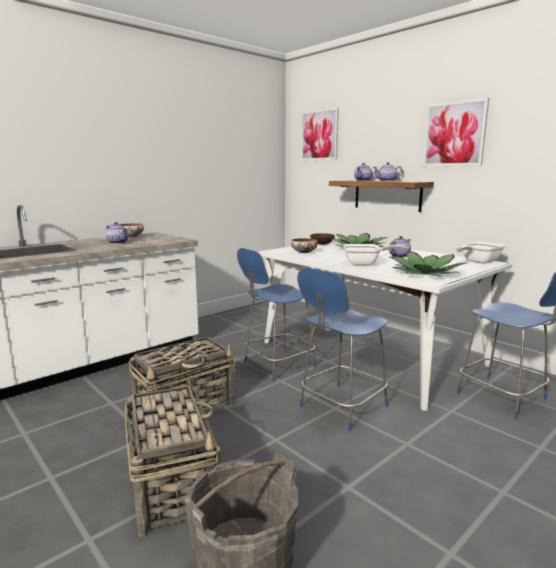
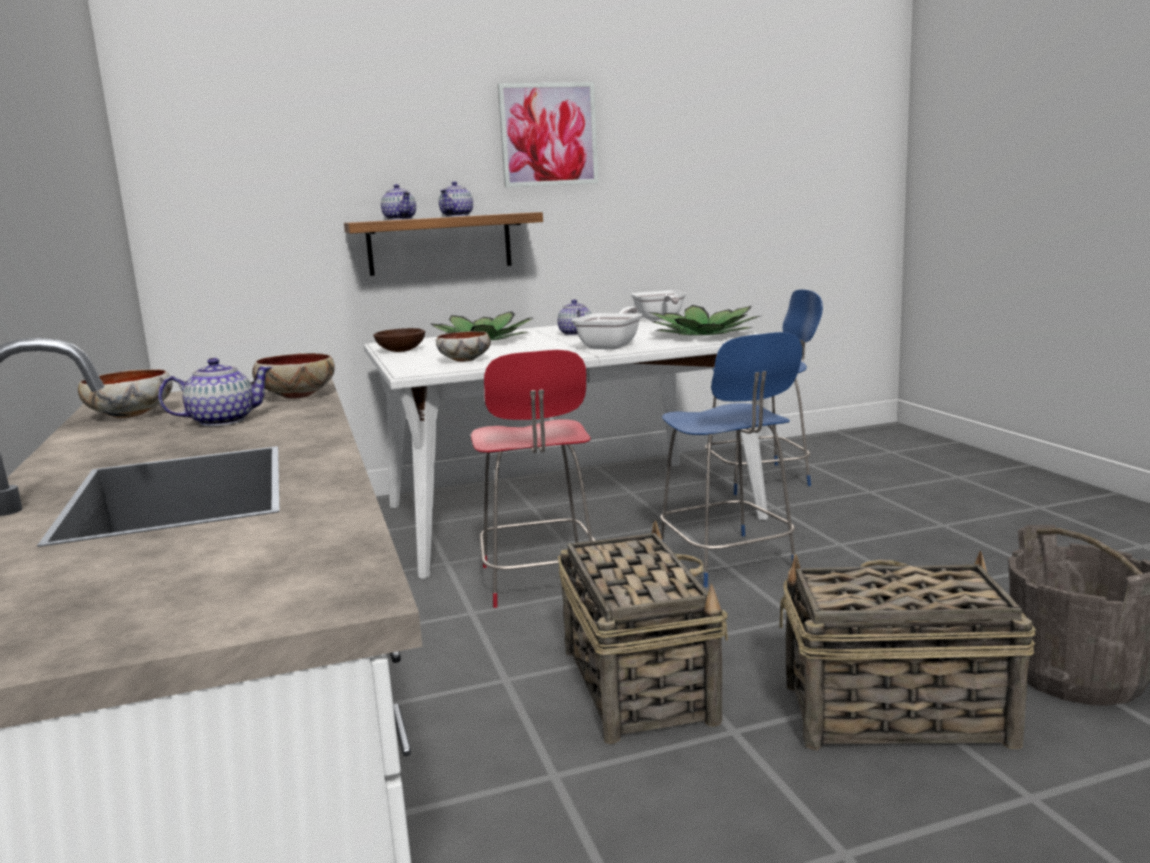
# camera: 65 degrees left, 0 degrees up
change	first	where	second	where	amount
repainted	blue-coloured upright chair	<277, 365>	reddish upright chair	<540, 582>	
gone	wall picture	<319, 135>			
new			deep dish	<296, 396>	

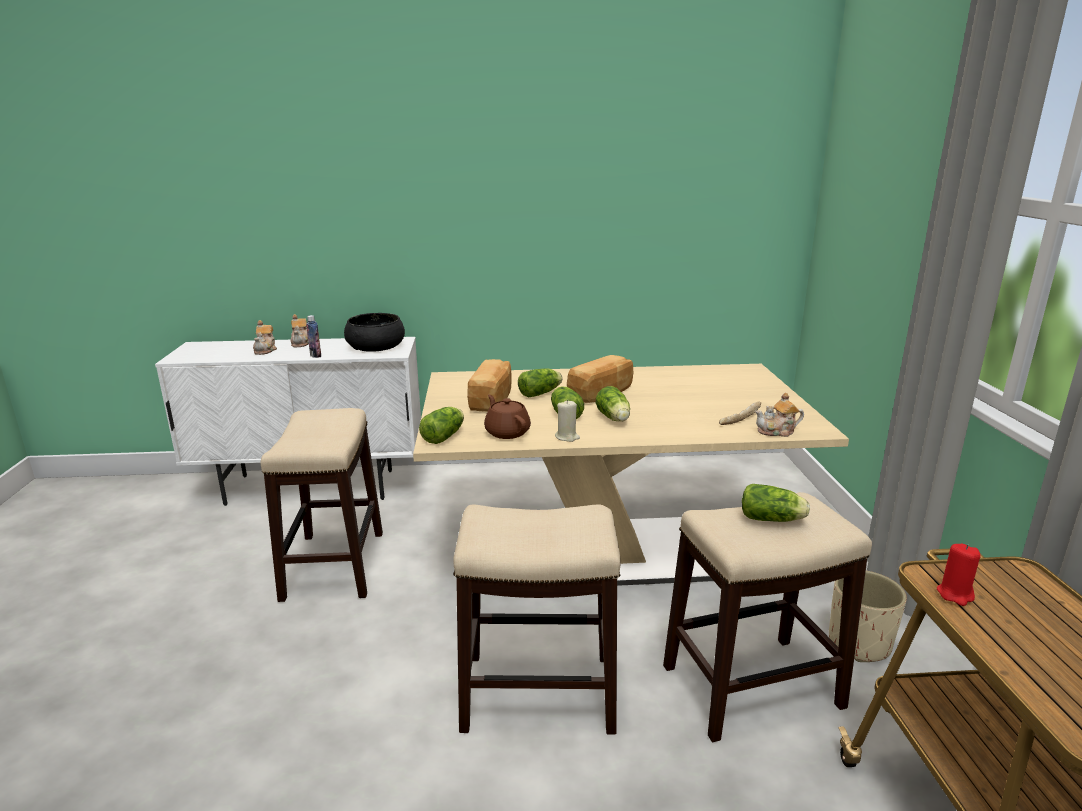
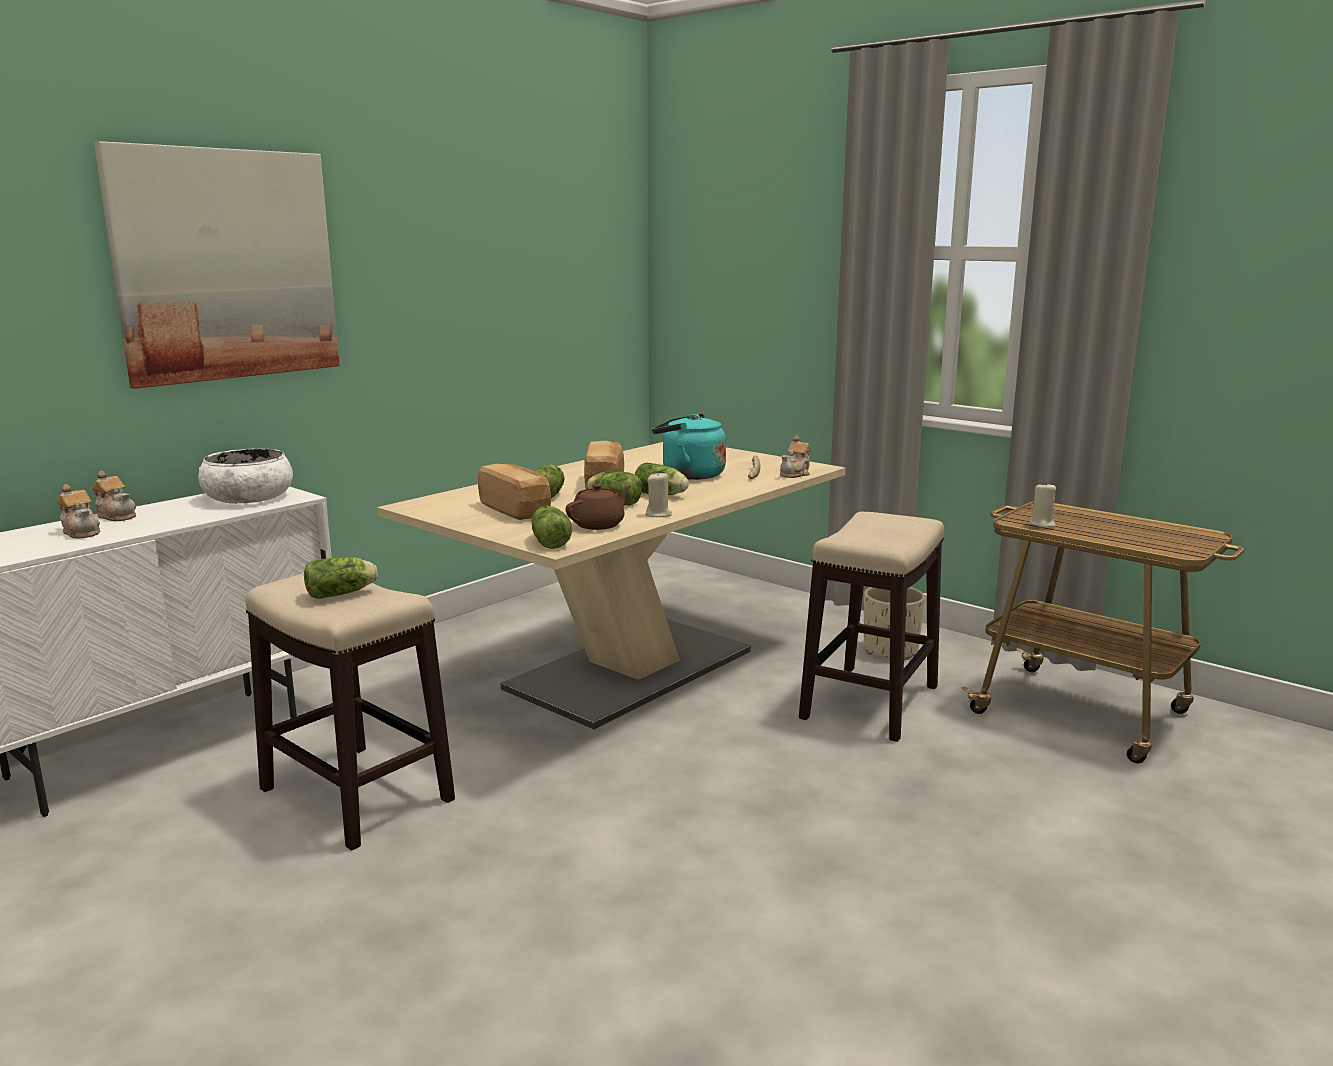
# camera: 45 degrees left, 5 degrees down
change	first	where	second	where	amount
gone	beverage bottle	<315, 355>			
repainted	black-coloured deep dish	<376, 346>	white-coloured deep dish	<248, 497>	
gone	stool seat	<536, 692>			
rotated	brown-coloured tea pot	<507, 432>		<599, 525>	120 degrees clockwise
shifted	lettuce	<773, 519>		<343, 593>	
repainted	reddish wax light	<955, 594>	beige-coloured wax light	<1042, 524>	
new			wall picture	<226, 265>	
new			turquoise kettle	<689, 475>	

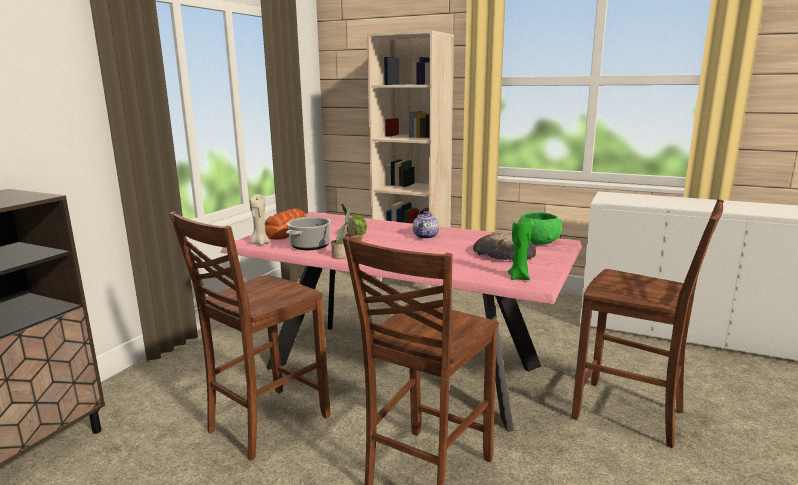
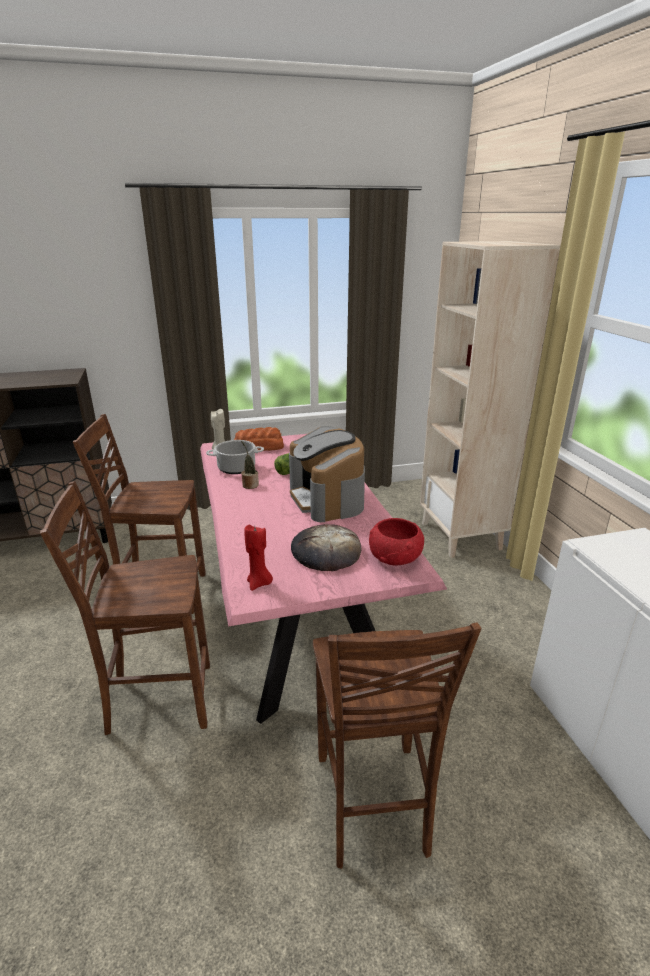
# camera: 50 degrees right, 10 degrees up
change	first	where	second	where	amount
gone	houseplant	<342, 256>			
swapped	tea pot	<426, 236>	coffee maker	<327, 499>	
repainted	green wax light	<519, 277>	reddish wax light	<259, 583>	
repainted	green deep dish	<538, 242>	reddish deep dish	<395, 557>	

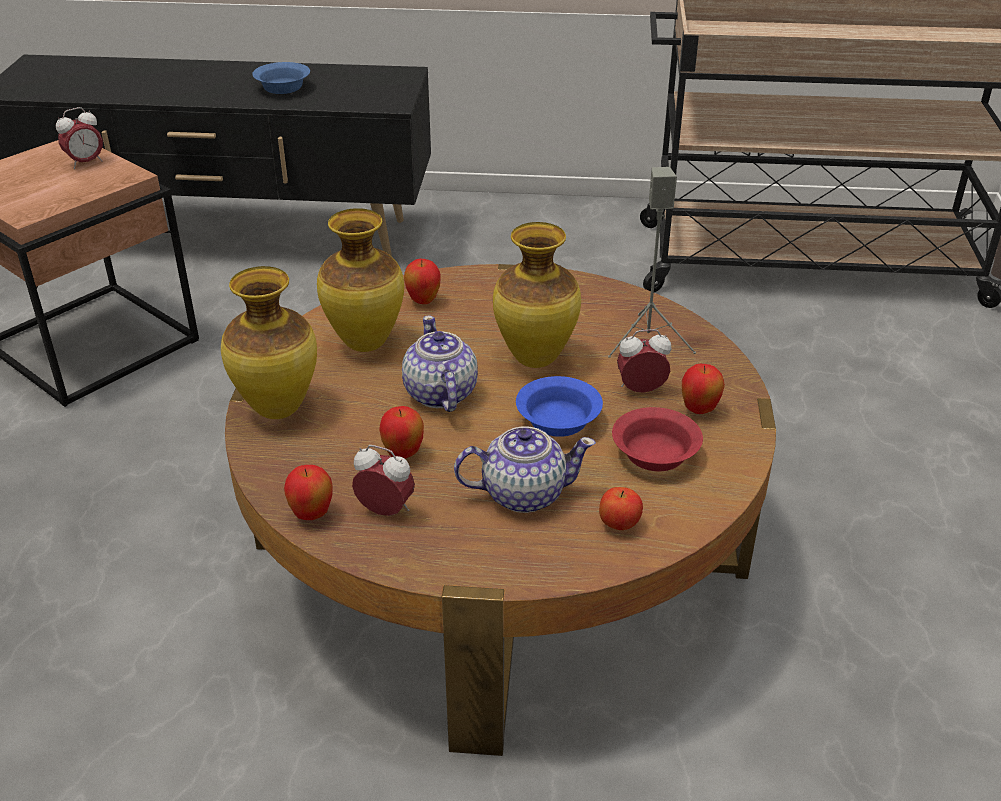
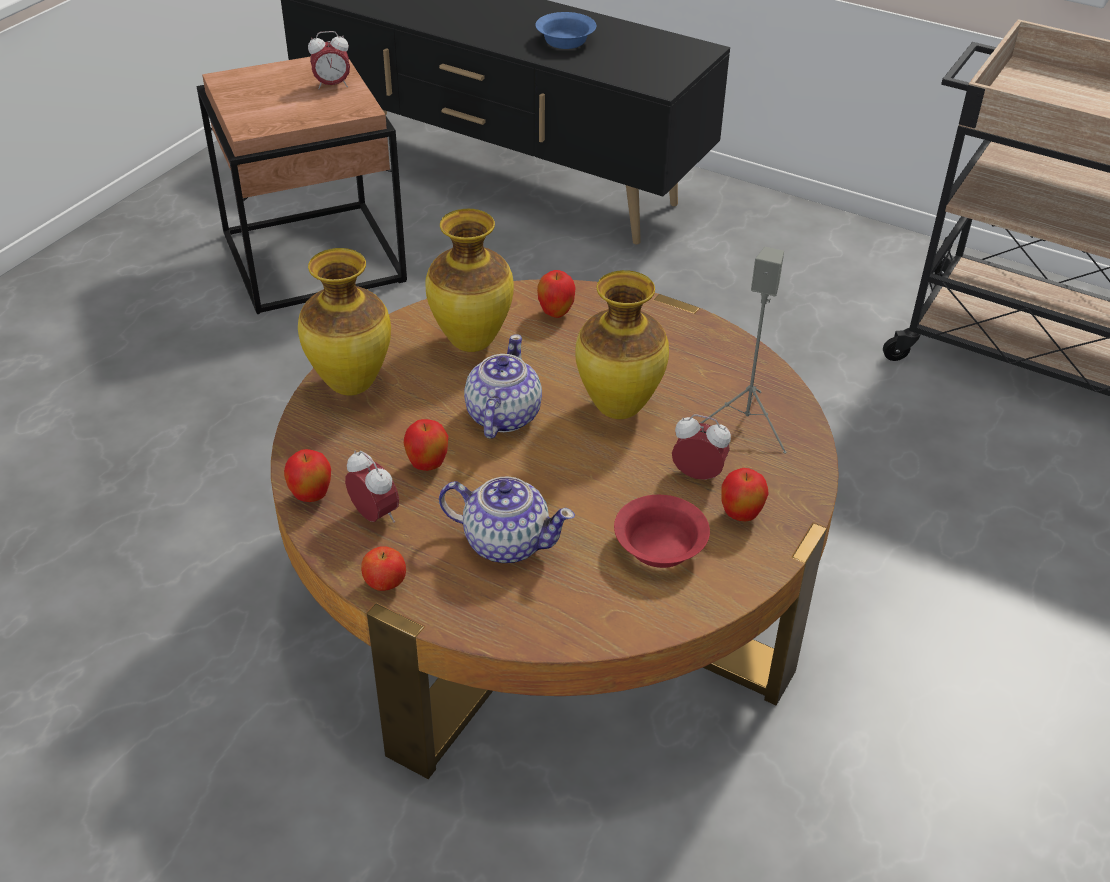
# camera: 25 degrees right, 5 degrees up
change	first	where	second	where	amount
gone	blue-coloured deep dish	<556, 421>			
shifted	apple	<619, 524>		<385, 583>	

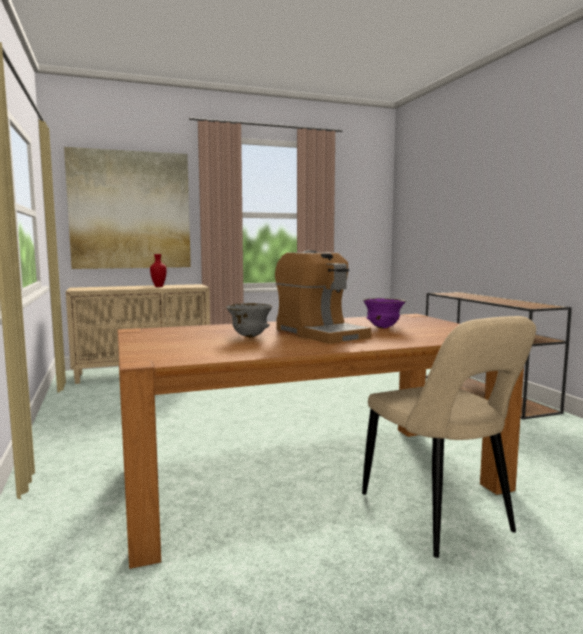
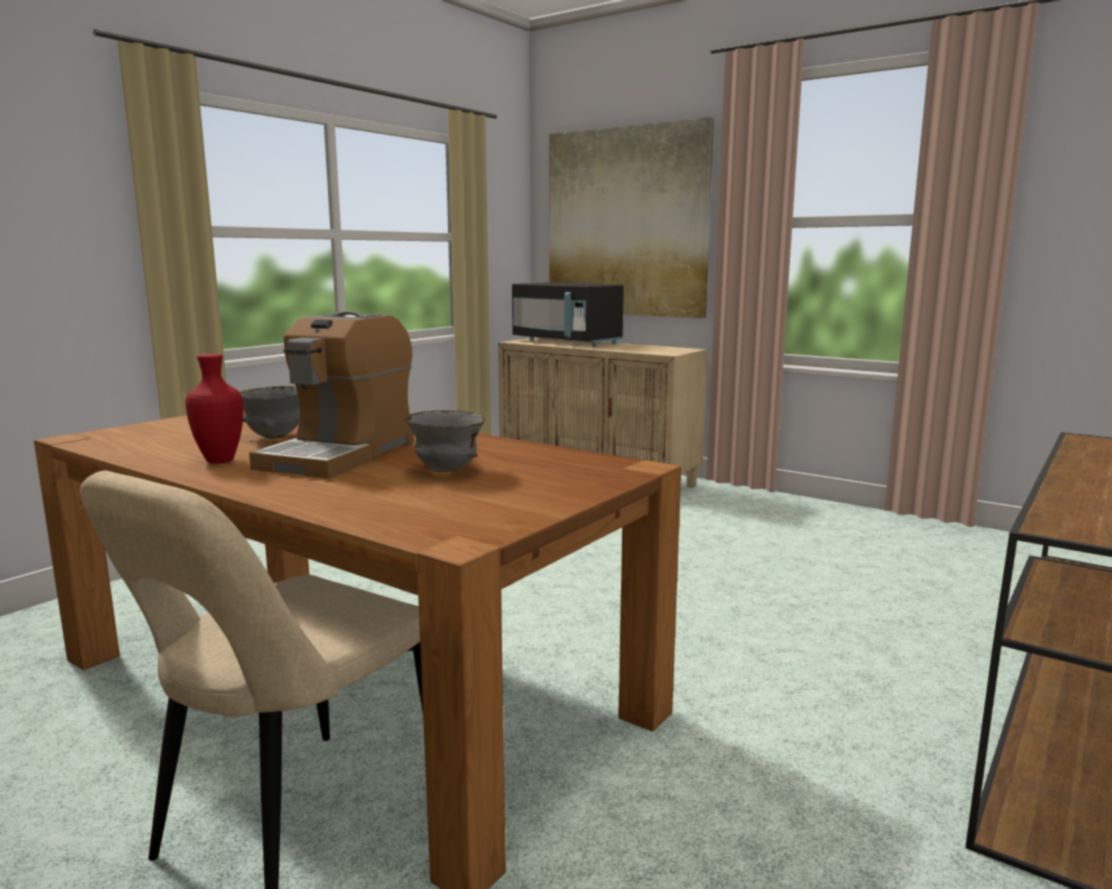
# camera: 55 degrees right, 5 degrees up
change	first	where	second	where	amount
shifted	reddish flower vase	<159, 286>		<219, 461>	
repainted	purple-coloured deep dish	<383, 328>	greyish deep dish	<446, 471>	
new			black-coloured kitchen microwave	<567, 342>	

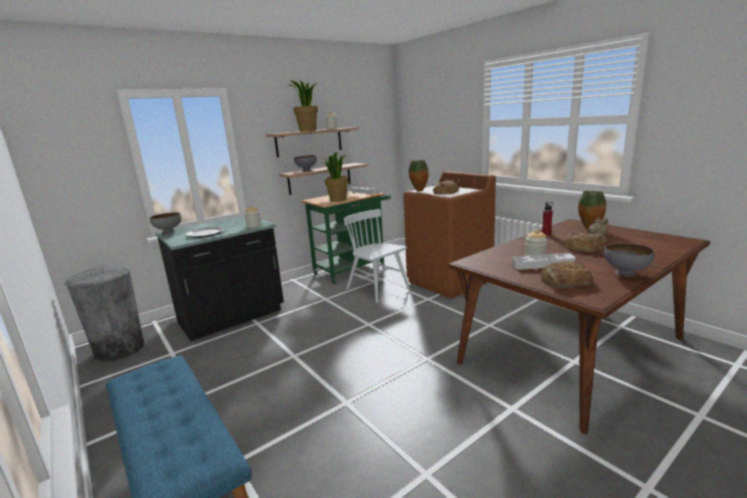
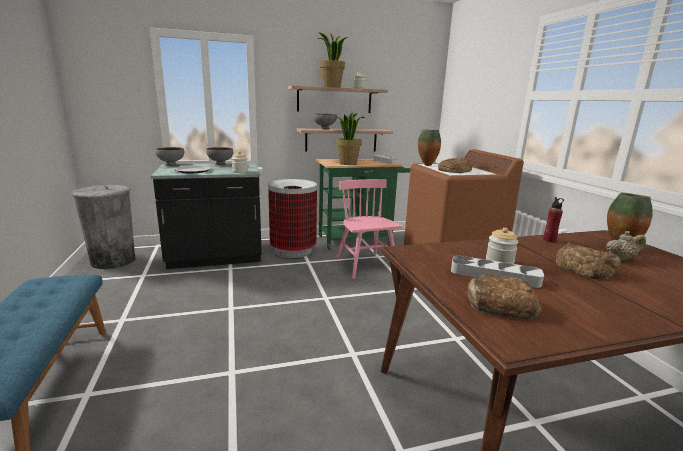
# camera: 20 degrees right, 0 degrees up
change	first	where	second	where	amount
repainted	white-coloured upright chair	<377, 289>	pinkish upright chair	<365, 265>	
shifted	greyish deep dish	<625, 273>		<220, 164>	
new			trash can	<293, 250>	

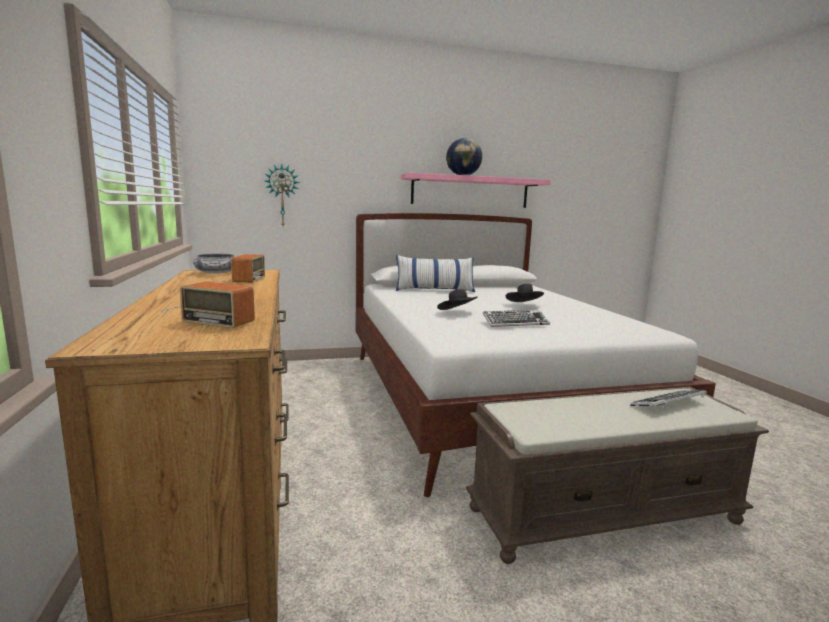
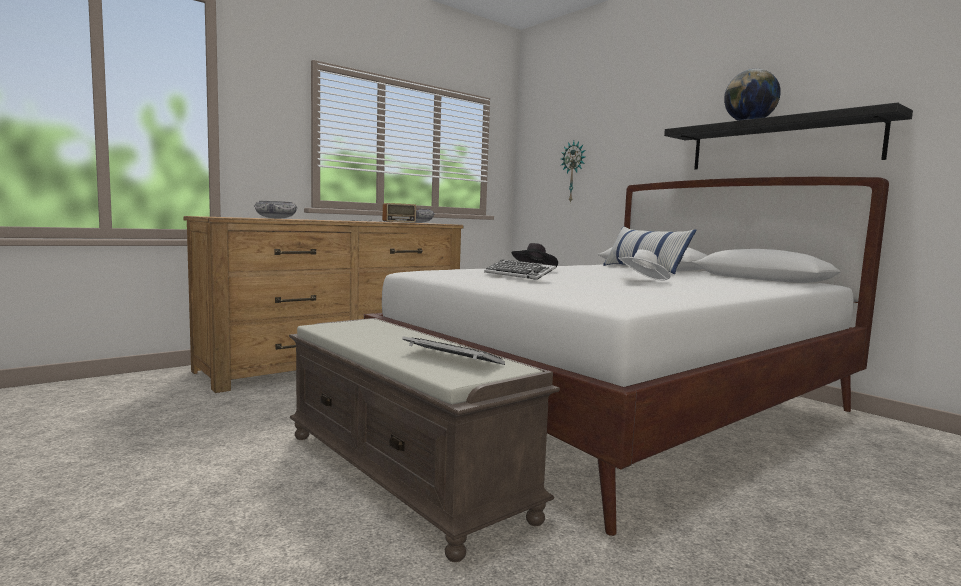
# camera: 65 degrees right, 5 degrees down
change	first	where	second	where	amount
swapped	radio	<208, 315>	deep dish	<276, 218>	
repainted	pinkish bracket shelf	<470, 191>	black-coloured bracket shelf	<781, 144>	
repainted	black-coloured clothing hat	<524, 305>	white-coloured clothing hat	<642, 281>	

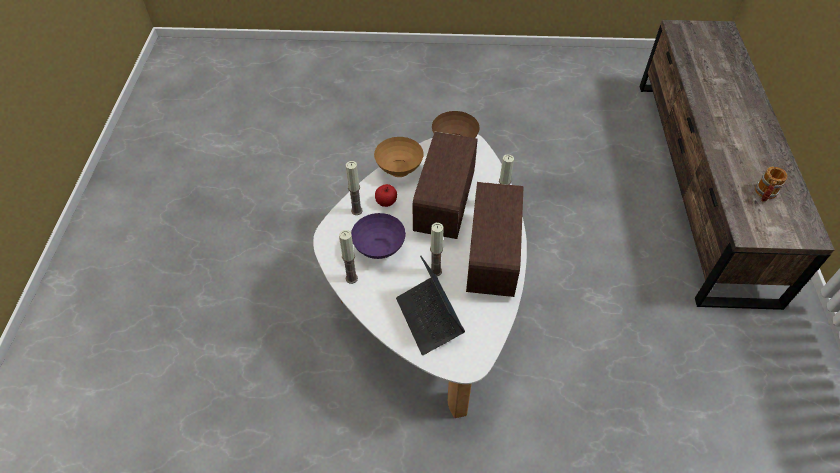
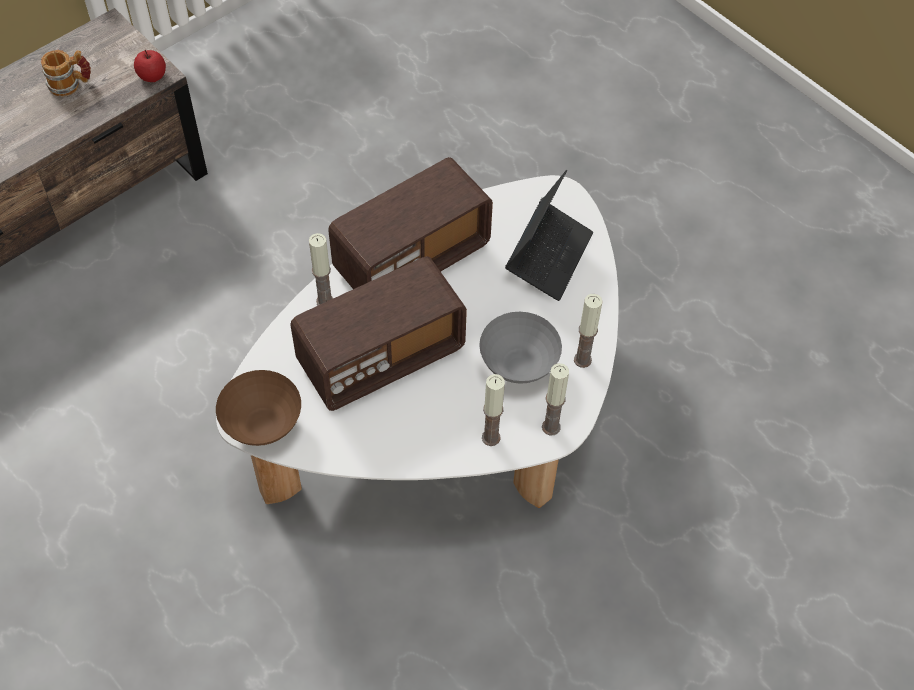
# camera: 135 degrees left, 5 degrees up
change	first	where	second	where	amount
repainted	purple-coloured deep dish	<379, 250>	greyish deep dish	<520, 366>	
gone	brown-coloured deep dish	<398, 169>			
shifted	apple	<386, 202>		<152, 76>	
shifted	wax light	<435, 271>		<551, 427>	

